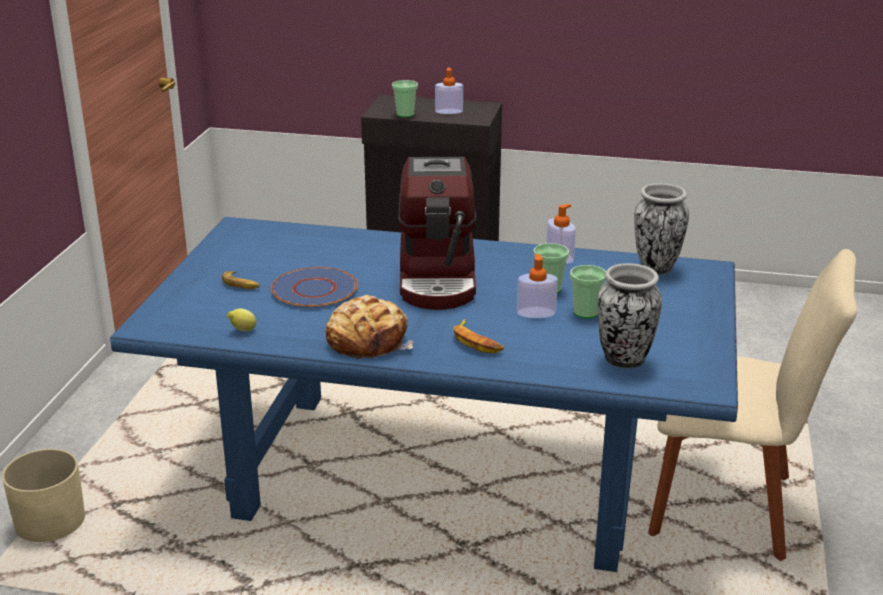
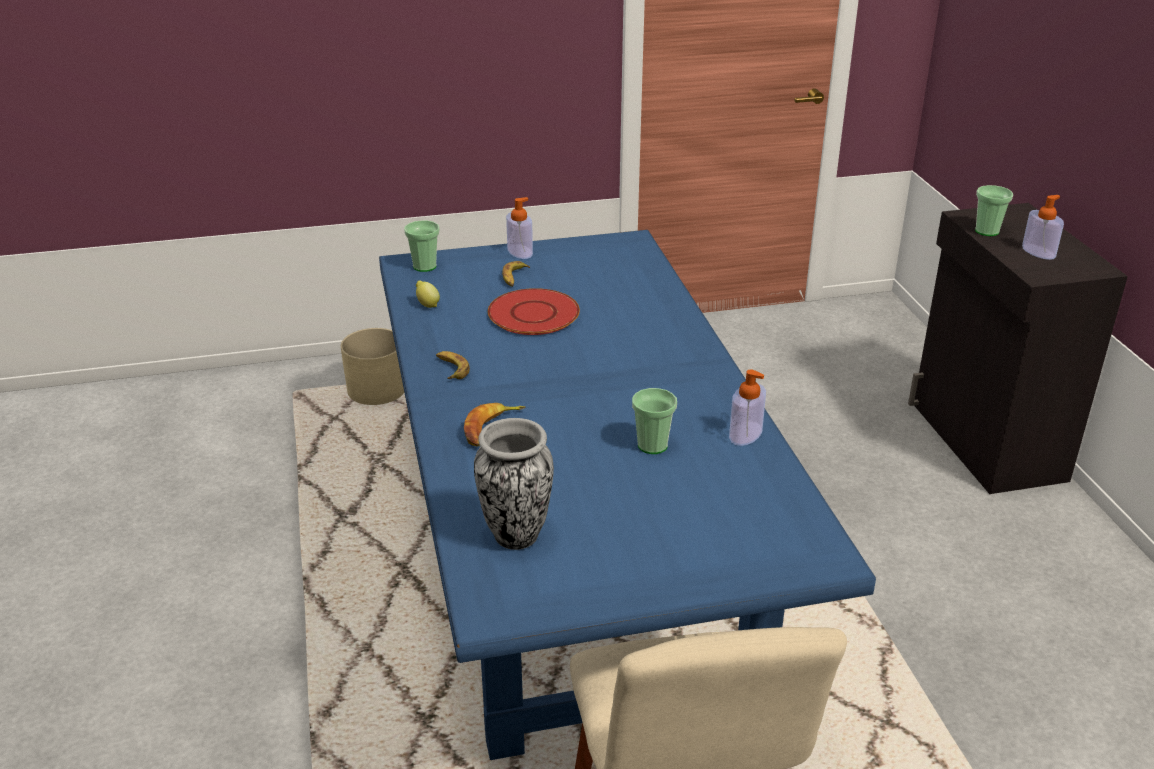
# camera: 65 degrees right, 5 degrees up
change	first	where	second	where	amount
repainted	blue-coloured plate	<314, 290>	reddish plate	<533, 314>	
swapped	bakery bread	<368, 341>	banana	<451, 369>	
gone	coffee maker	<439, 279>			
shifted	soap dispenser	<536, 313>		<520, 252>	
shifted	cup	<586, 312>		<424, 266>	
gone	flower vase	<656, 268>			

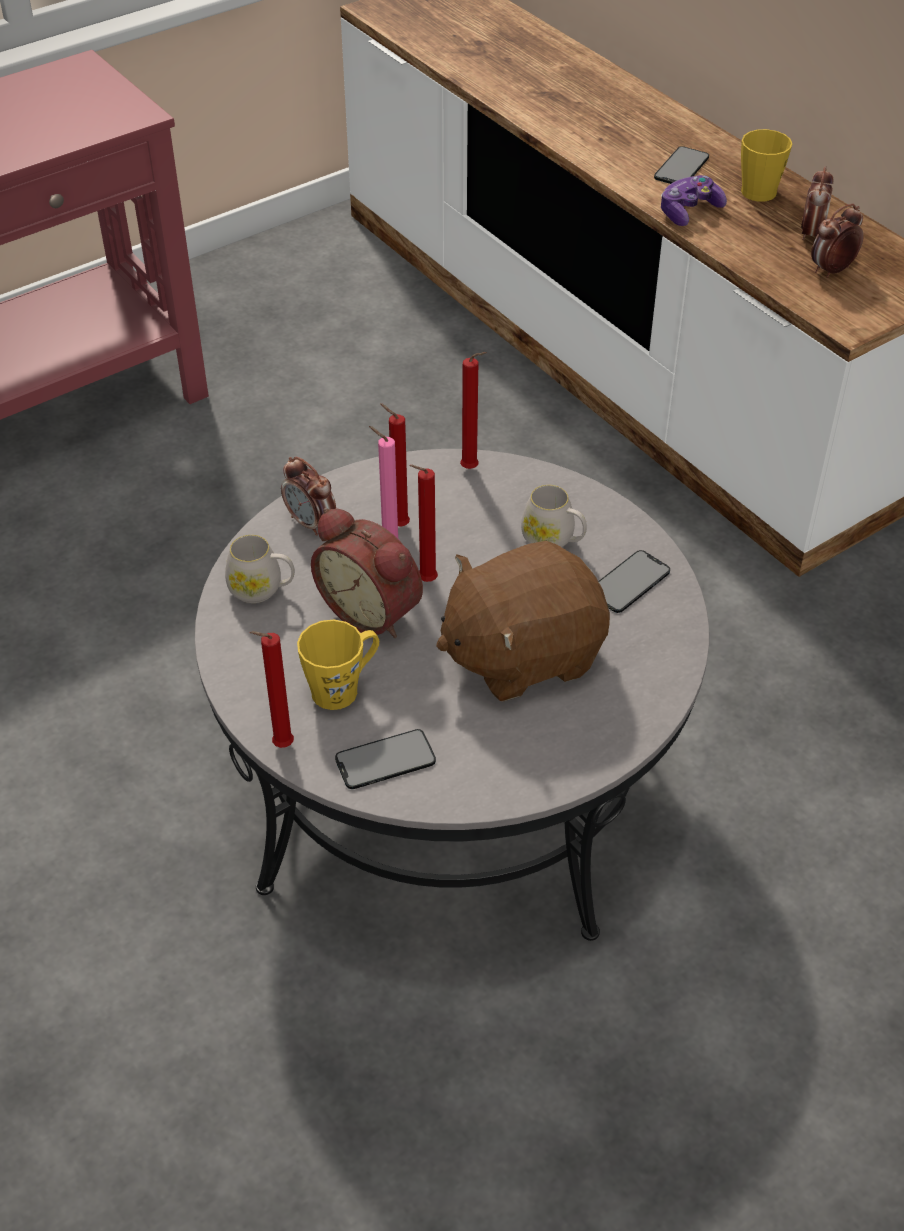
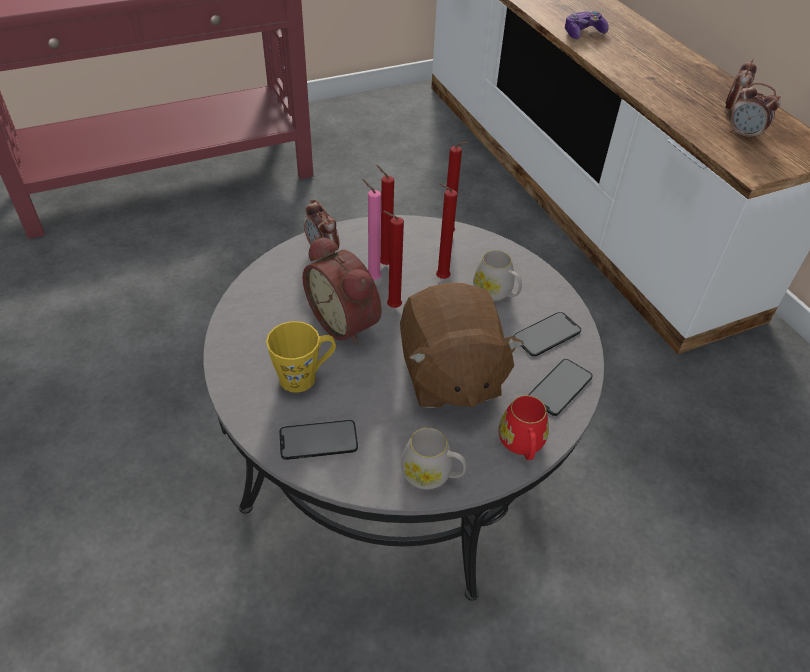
# camera: 10 degrees right, 0 degrees up
change	first	where	second	where	amount
shifted	white-coloured mug	<262, 589>		<432, 475>	
shifted	reddish wax light	<280, 746>		<440, 278>	
rotated	brown-coloured soft toy	<521, 654>		<449, 375>	90 degrees counterclockwise
shifted	handset	<681, 167>		<560, 387>	
shifted	joypad	<689, 211>		<583, 33>	
gone	yellow-coloured mug	<757, 188>			
rotated	table clock	<831, 270>		<744, 135>	120 degrees counterclockwise
new			reddish mug	<522, 445>	

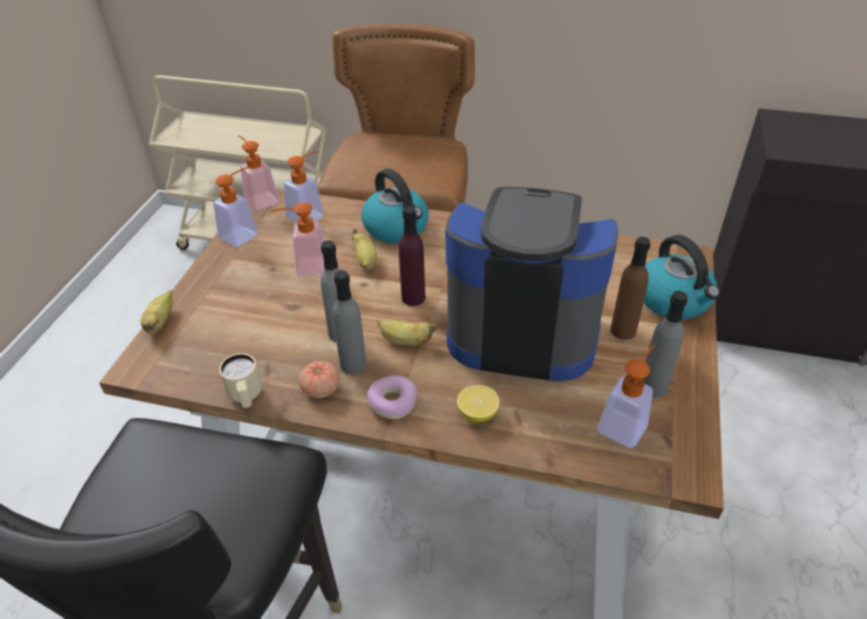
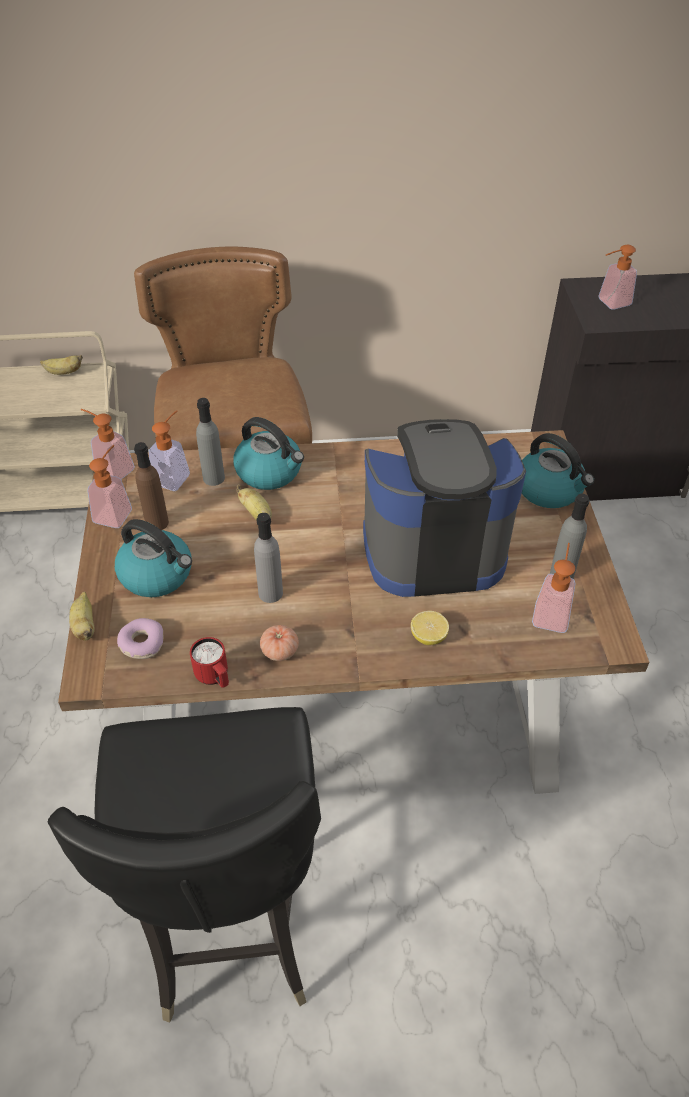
# camera: 20 degrees left, 5 degrees up
change	first	where	second	where	amount
repainted	beige-coloured mug	<246, 398>	reddish mug	<214, 678>	
shifted	soap dispenser	<305, 266>		<609, 303>	
shifted	greyish beverage bottle	<353, 364>		<213, 478>	
shifted	doughnut	<392, 402>		<142, 643>	
shifted	banana	<405, 341>		<63, 372>	
gone	purple-coloured beverage bottle	<413, 298>			
shifted	brown-coloured beverage bottle	<623, 330>		<157, 523>	
new			kettle	<158, 574>	

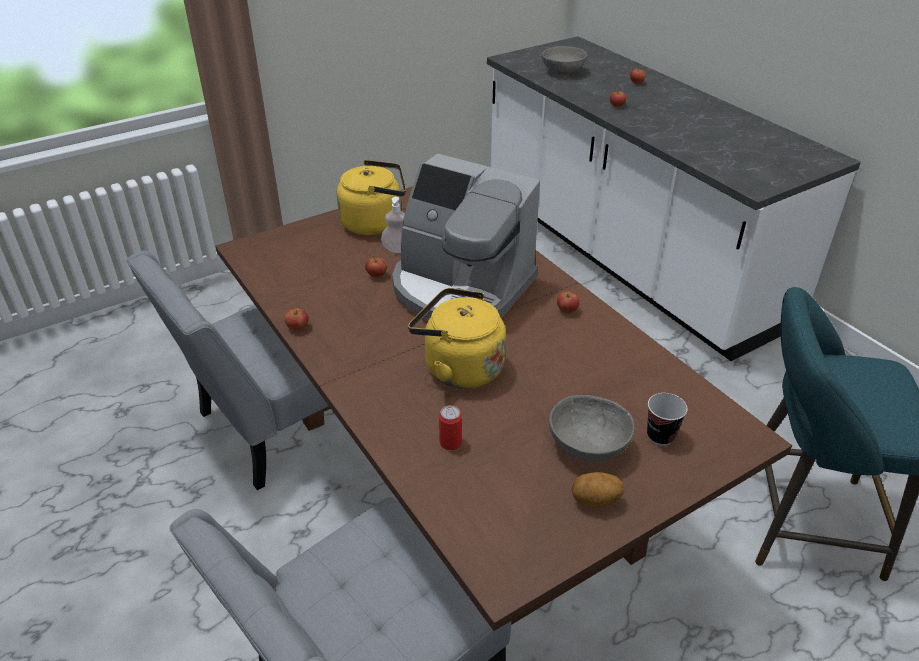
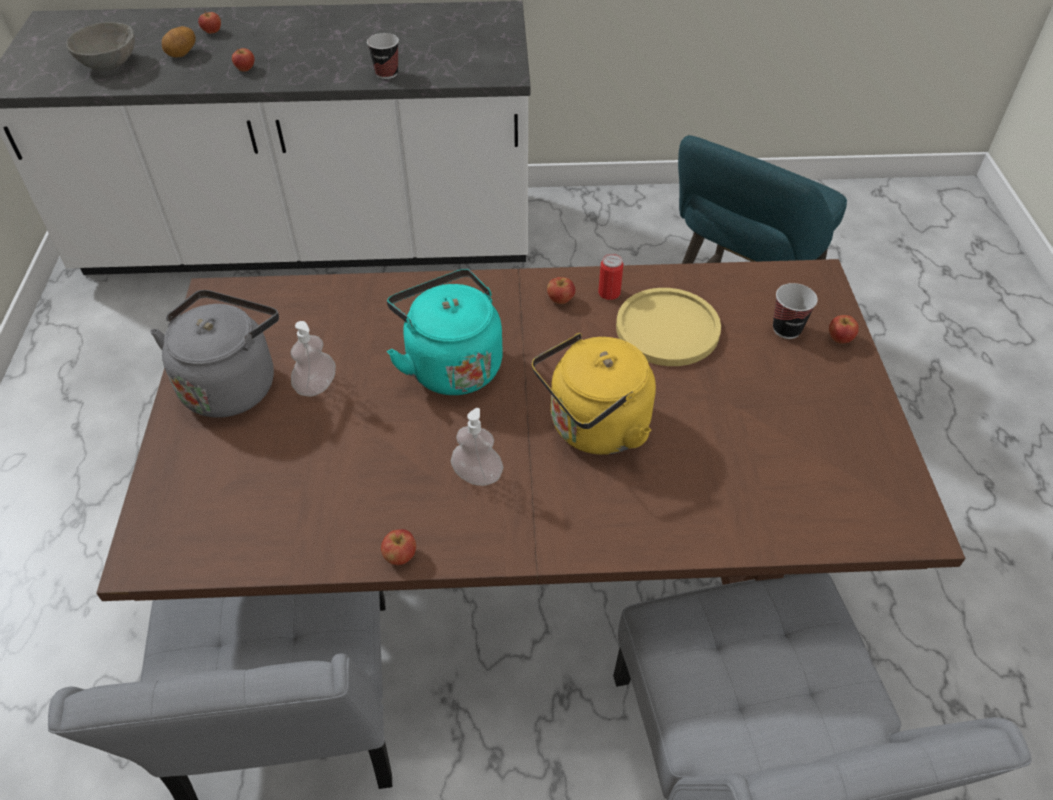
# camera: 60 degrees left, 10 degrees up
change	first	where	second	where	amount
repainted	yellow-coloured kettle	<375, 223>	greyish kettle	<232, 383>	
shifted	apple	<377, 275>		<840, 339>	
swapped	coffee maker	<460, 288>	turquoise kettle	<451, 364>	
shifted	sealed can	<450, 442>		<609, 293>	
gone	greyish deep dish	<586, 446>			
shifted	potato	<595, 502>		<183, 54>	
new			cup	<386, 73>	
new			soap dispenser	<477, 475>	
new			yellow-coloured plate	<667, 329>	

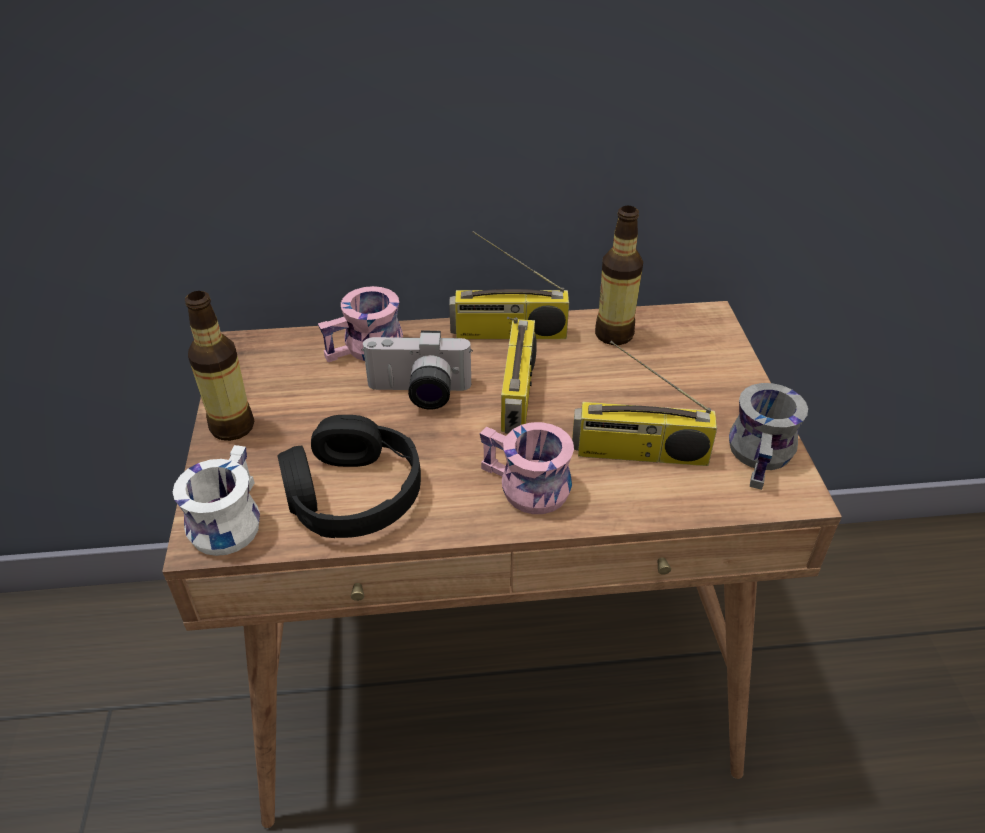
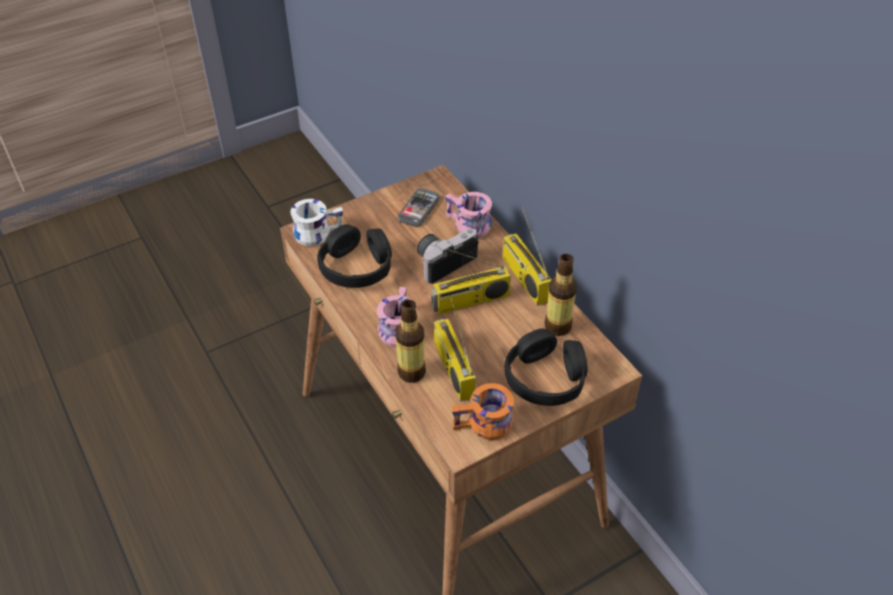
# camera: 65 degrees right, 5 degrees up
change	first	where	second	where	amount
shifted	beverage bottle	<232, 427>		<411, 372>	
rotated	photo camera	<418, 394>		<444, 261>	75 degrees clockwise
repainted	greyish mug	<764, 457>	orange-coloured mug	<484, 427>	
new			handset	<418, 209>	
new			black-coloured headphones	<545, 378>	

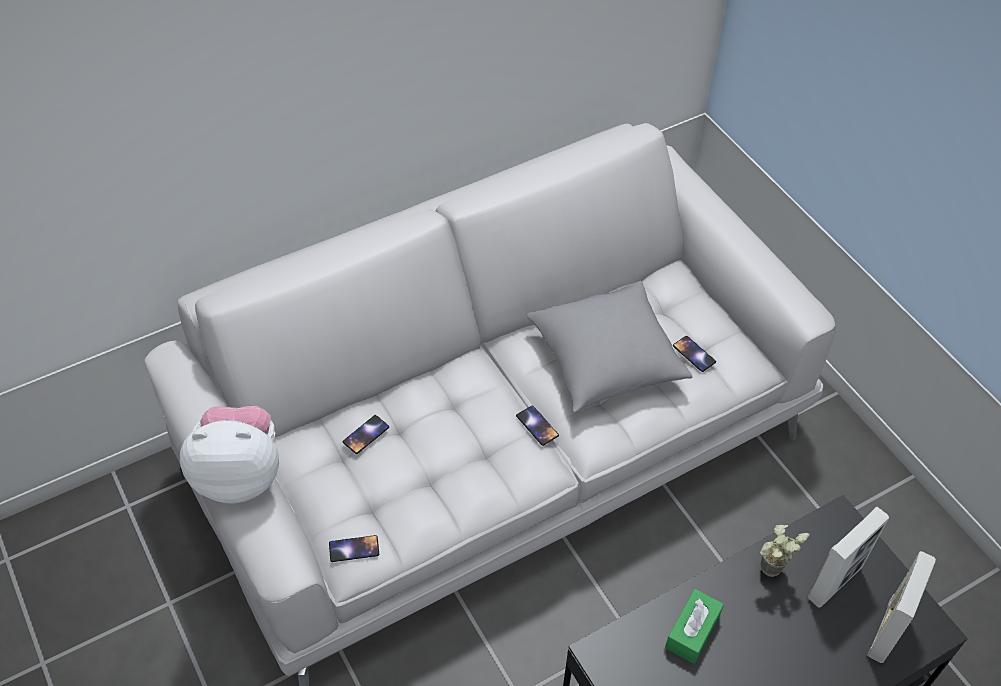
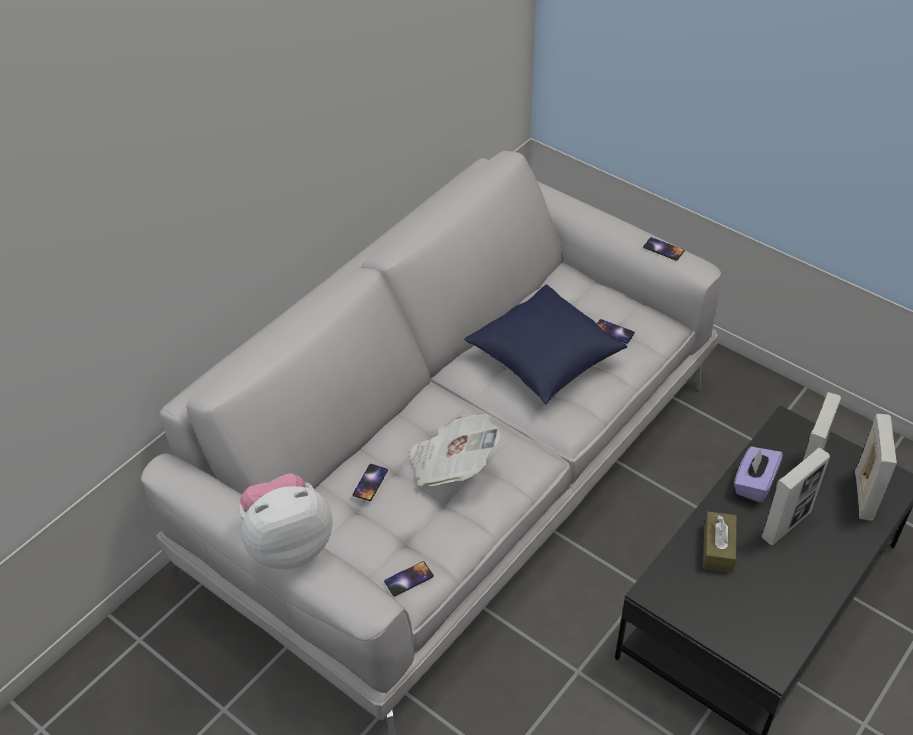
# camera: 20 degrees left, 5 degrees down
change	first	where	second	where	amount
shifted	handset	<537, 425>		<663, 249>	
repainted	greyish throw pillow	<605, 361>	blue-coloured throw pillow	<544, 360>	
repainted	green box of tissues	<692, 631>	brown-coloured box of tissues	<718, 548>	
swapped	houseplant	<768, 573>	purple-coloured box of tissues	<754, 483>	
new			printed paper	<452, 465>	
new			standing frame	<786, 525>	

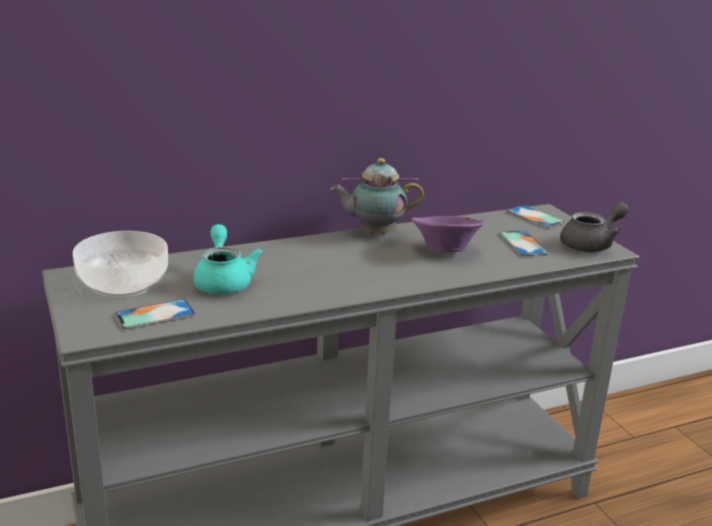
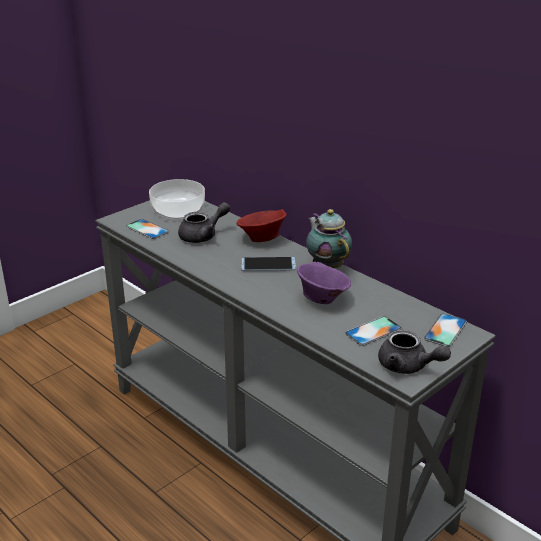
# camera: 70 degrees right, 5 degrees up
change	first	where	second	where	amount
repainted	turquoise tea pot	<224, 281>	greyish tea pot	<203, 236>	
new			reddish deep dish	<261, 239>	
new			handset	<268, 264>	

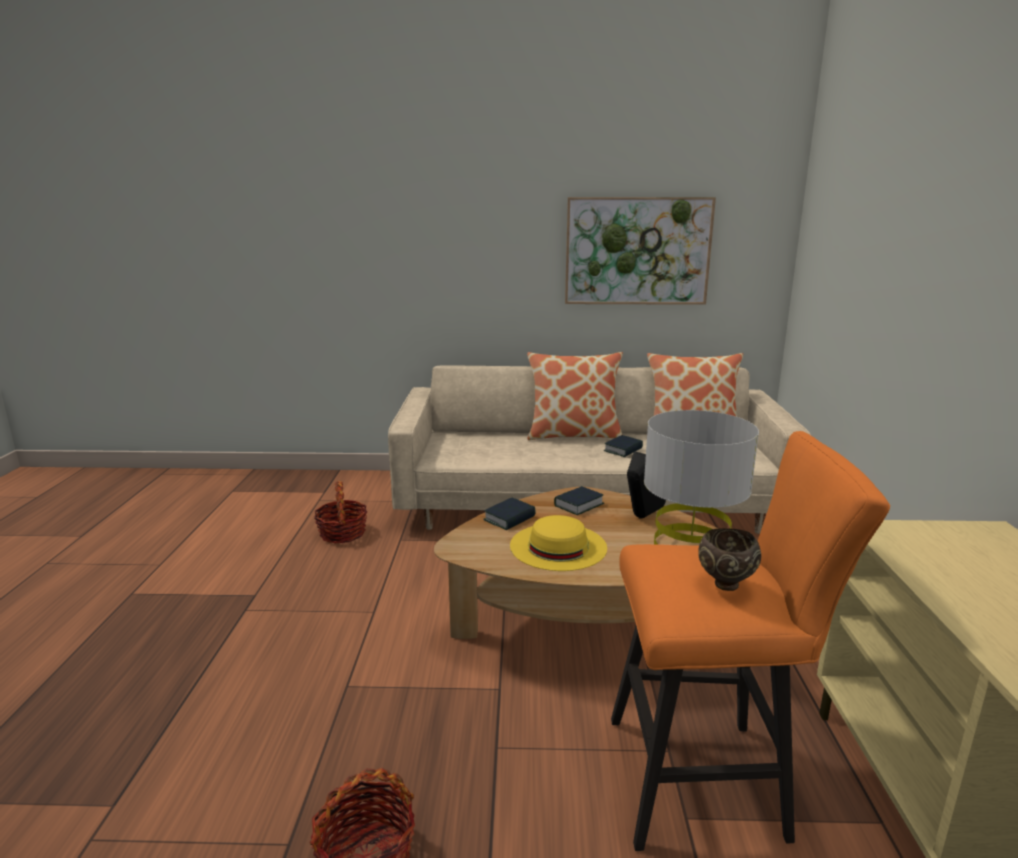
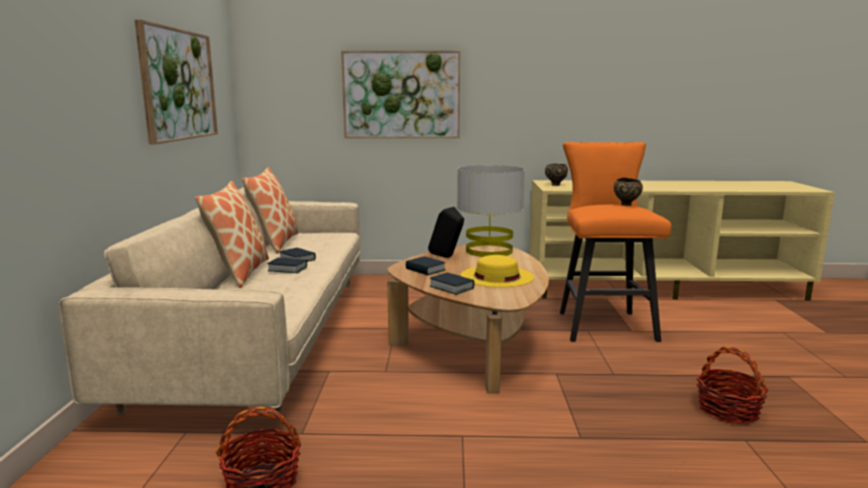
# camera: 90 degrees left, 5 degrees down
change	first	where	second	where	amount
new			bound book	<287, 269>	
new			wall picture	<401, 95>	
new			brown-coloured deep dish	<555, 185>	

